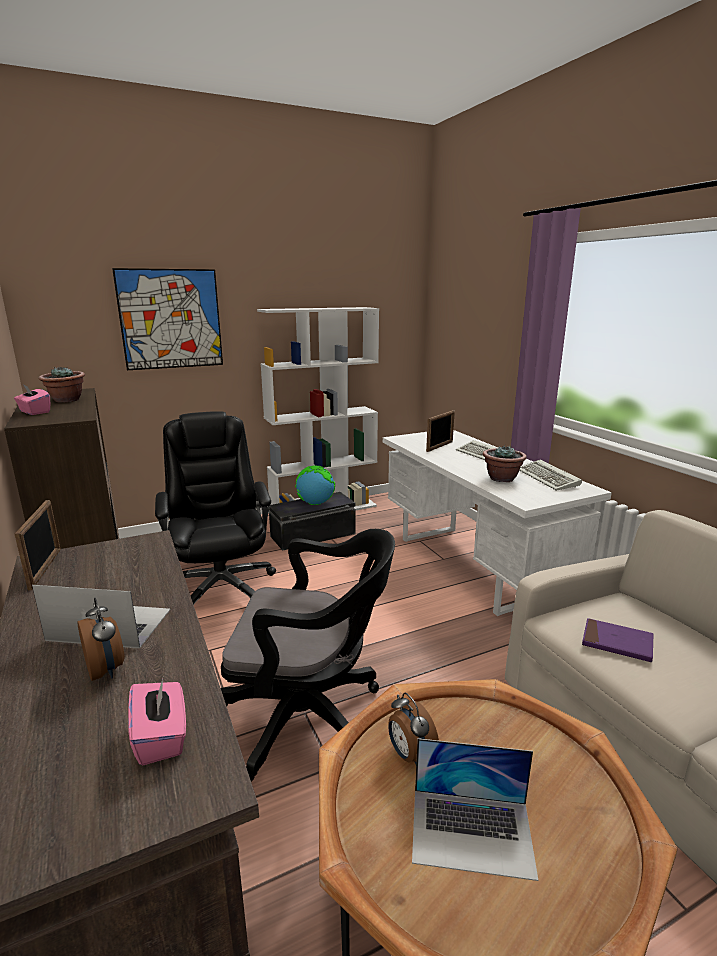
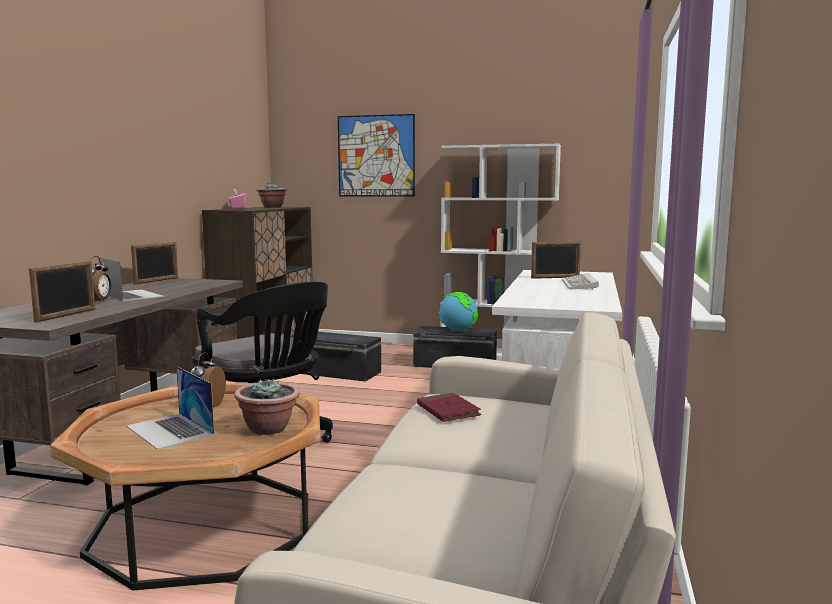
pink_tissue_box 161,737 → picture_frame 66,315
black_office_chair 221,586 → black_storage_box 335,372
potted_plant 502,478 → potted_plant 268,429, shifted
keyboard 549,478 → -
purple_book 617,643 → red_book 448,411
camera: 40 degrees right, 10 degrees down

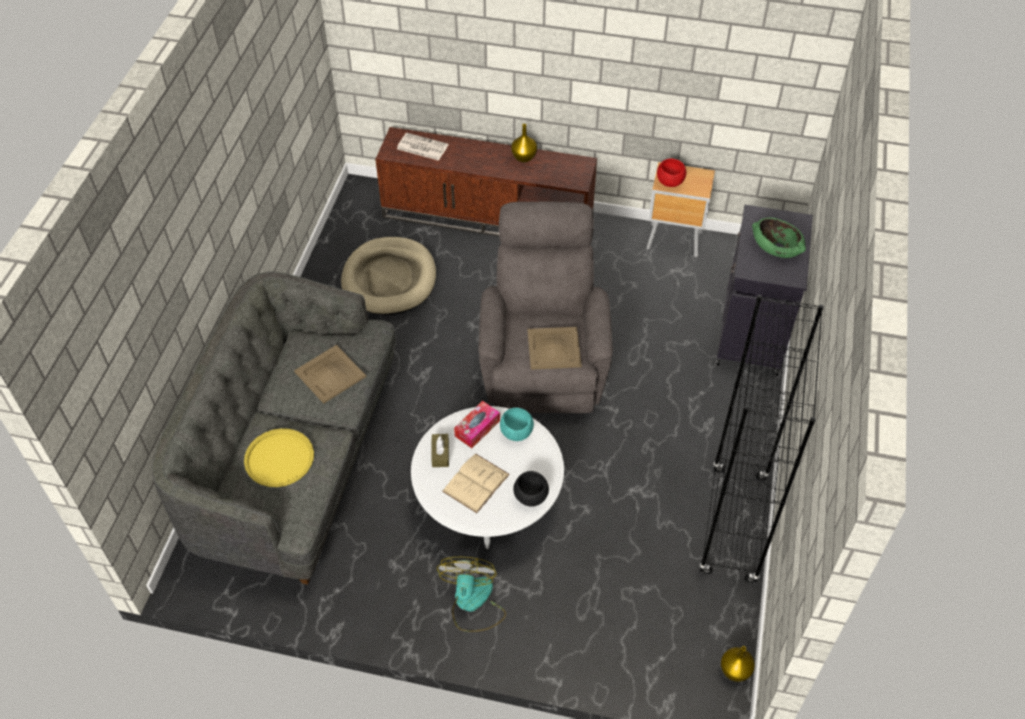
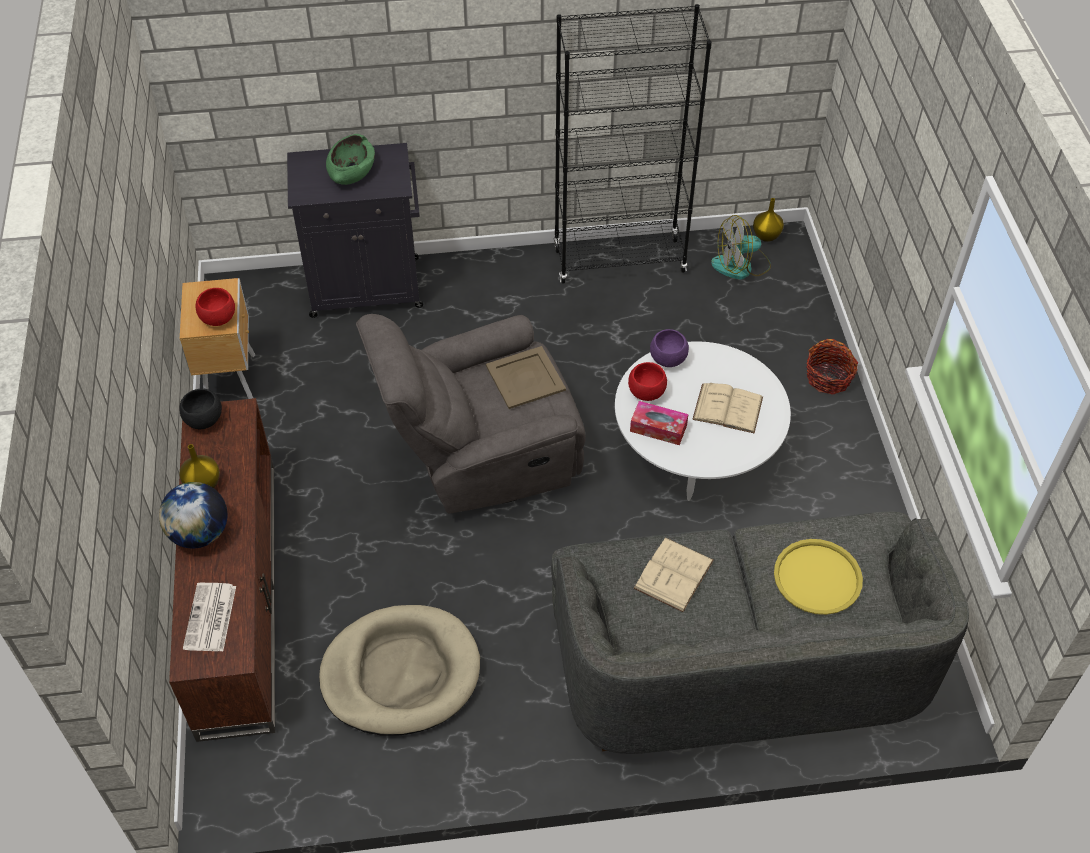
beige_tray 331,374 → beige_book 673,574
brown_tissue_box 440,454 → -
fan 472,603 → fan 741,265, shifted
turquoise_bowl 516,433 → red_bowl 646,393
black_bowl 531,497 → black_bowl 204,420, shifted
- → globe 199,533
- → purple_bowl 667,359
- → basket 828,378
camera: 110 degrees left, 0 degrees up

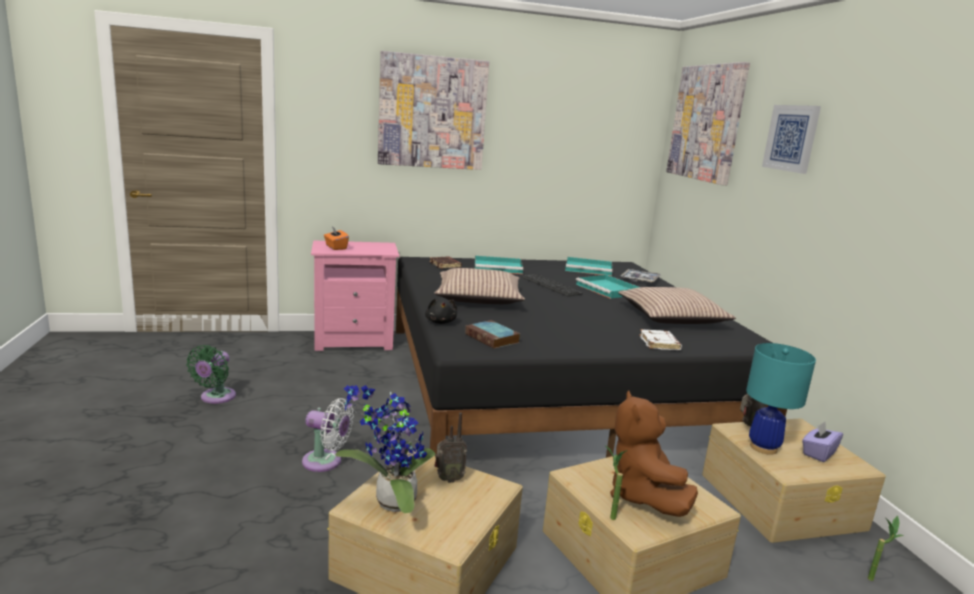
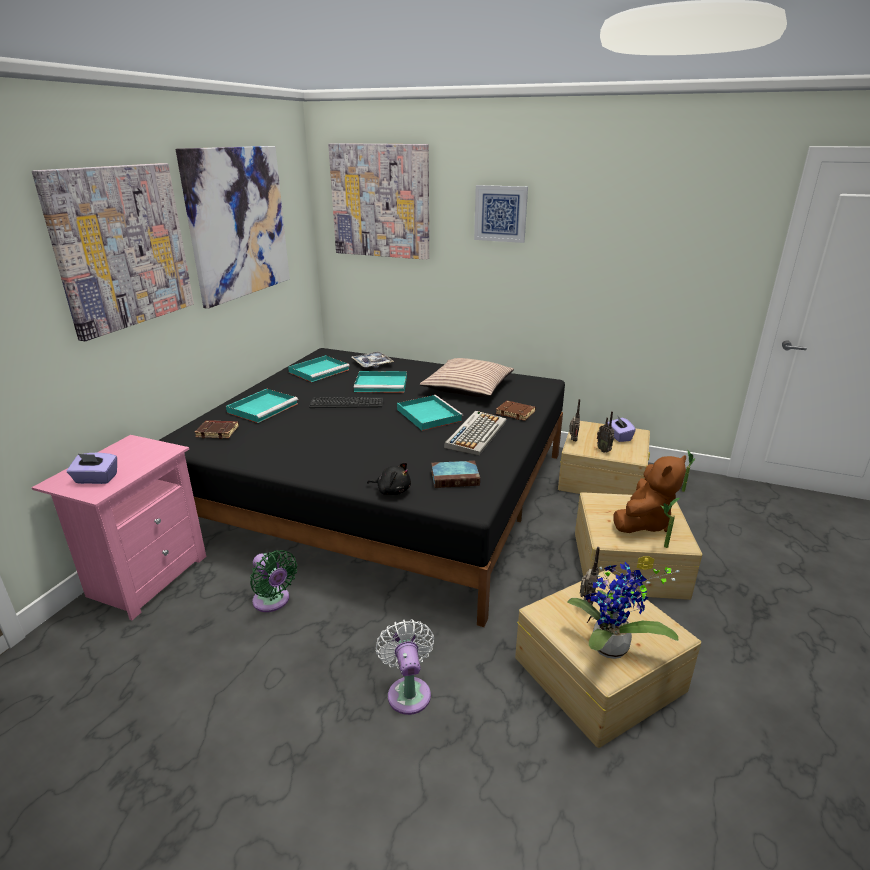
green_fan 215,398 → green_fan 273,601, shifted
white_fan 326,462 → white_fan 408,691, 60 degrees counterclockwise
orange_tissue_box 335,247 → purple_tissue_box 96,479
pillow 478,298 → -
brown_plush_toy 642,496 → brown_plush_toy 643,522, 75 degrees counterclockwise
white_book 660,343 → brown_book 516,413
turquoise_table_lamp 763,447 → radio 604,450
- → picture 238,223
- → turquoise_tray 427,415
- → keyboard 476,433
camera: 55 degrees left, 10 degrees up

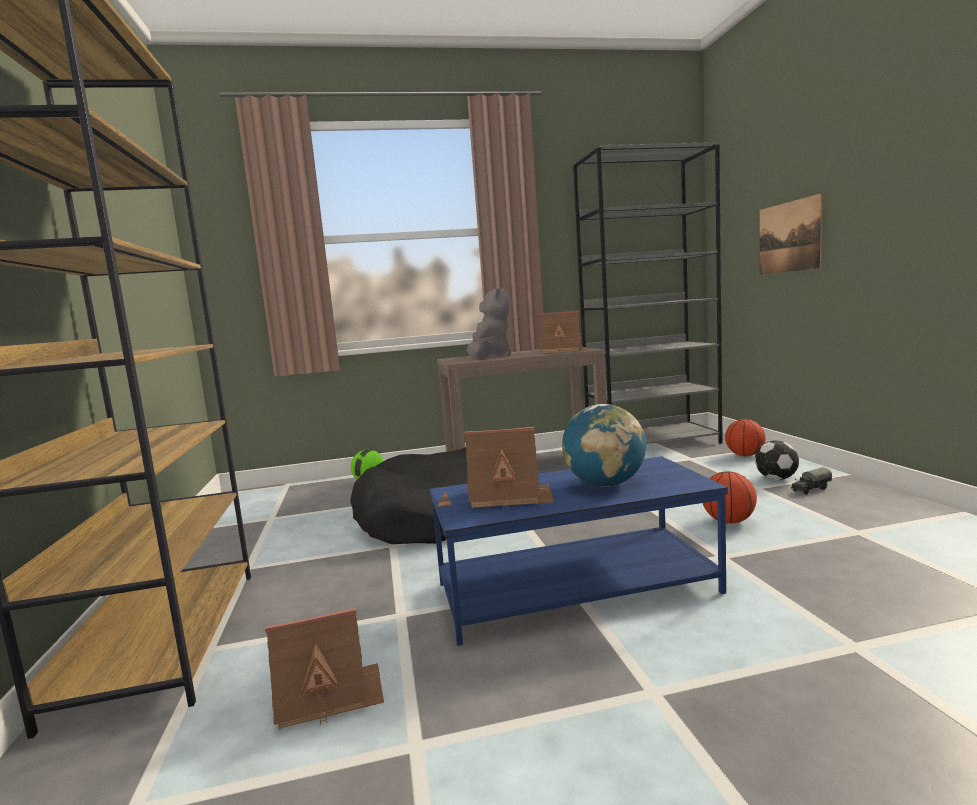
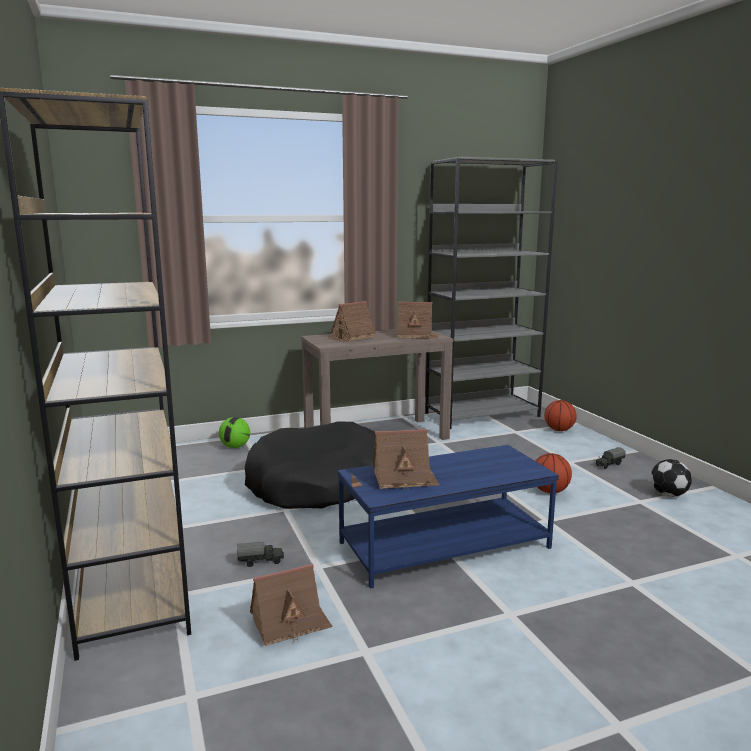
grey_plush_toy 489,356 → toy_house 351,337
globe 605,484 → -
football 775,478 → football 668,494, shifted
picture 789,237 → -
- → toy_truck 261,561
camera: 10 degrees left, 5 degrees up

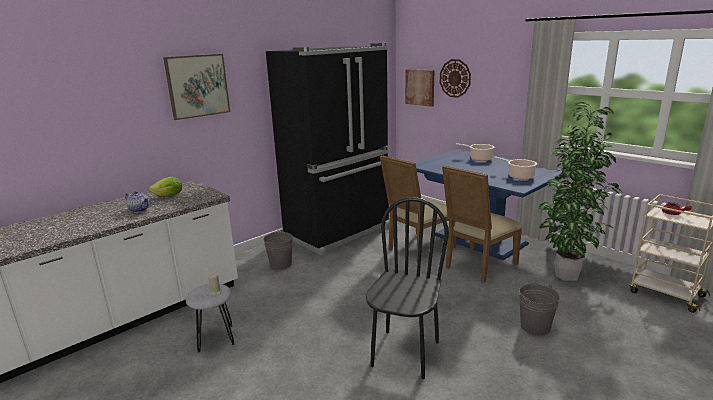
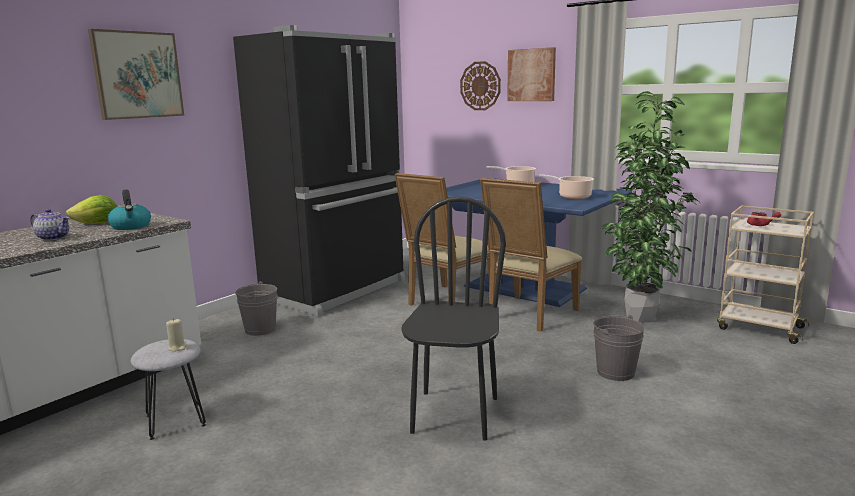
picture 420,87 → picture 531,75, shifted
- → kettle 131,226
camera: 10 degrees left, 5 degrees down

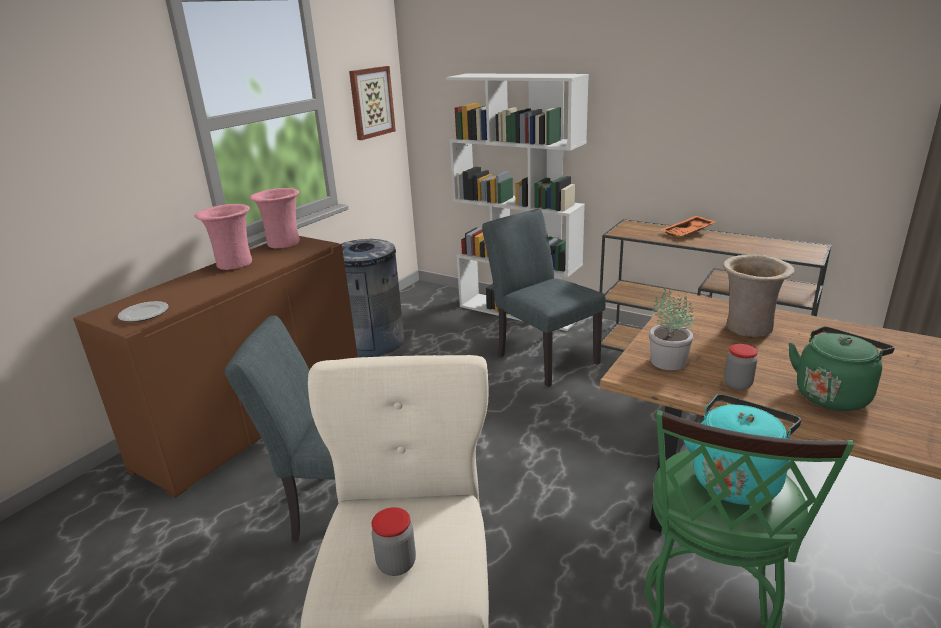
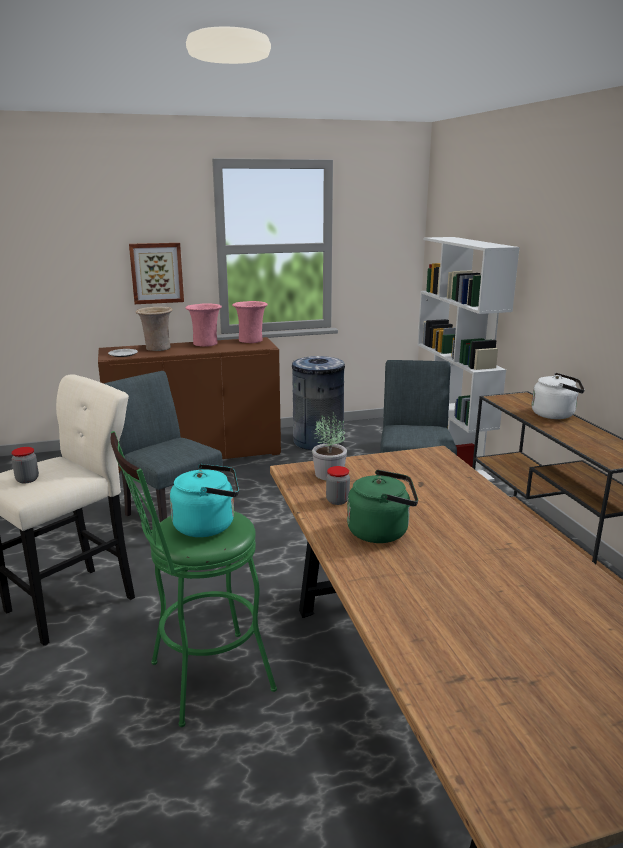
picture 371,102 → picture 156,273, shifted
orange_tray 688,232 → white_kettle 555,414
beige_vase 748,329 → beige_vase 157,349, shifted
camera: 40 degrees right, 5 degrees down

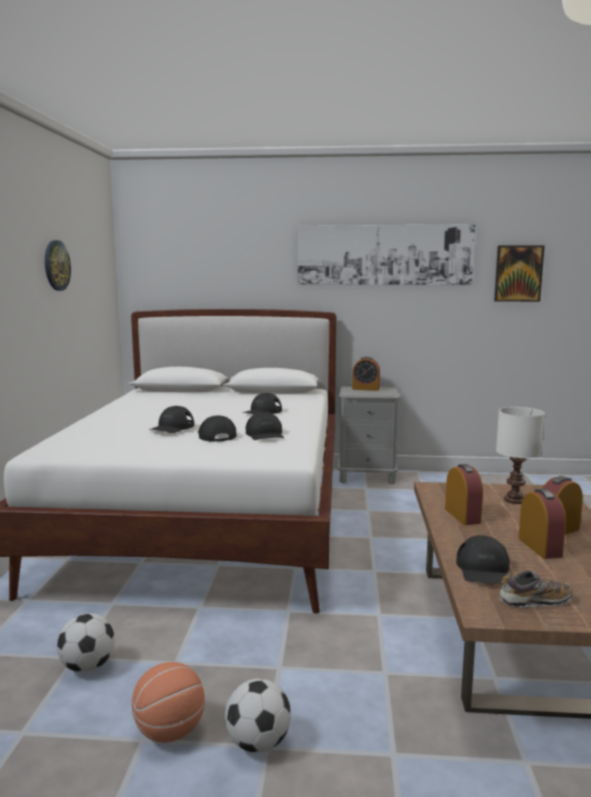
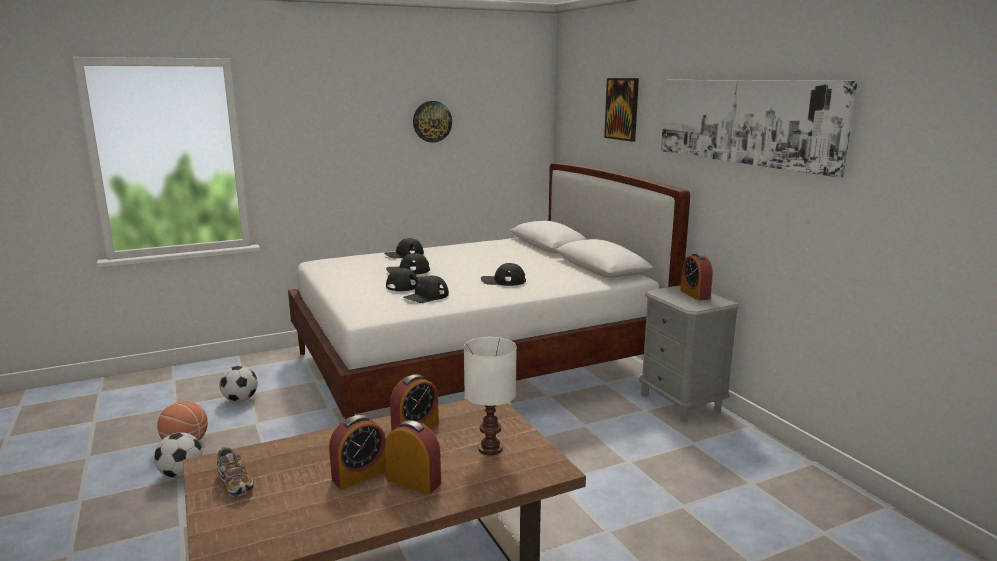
black_cap 483,570 → black_cap 404,254, shifted
picture 518,273 → picture 622,109, shifted
camera: 60 degrees right, 5 degrees up

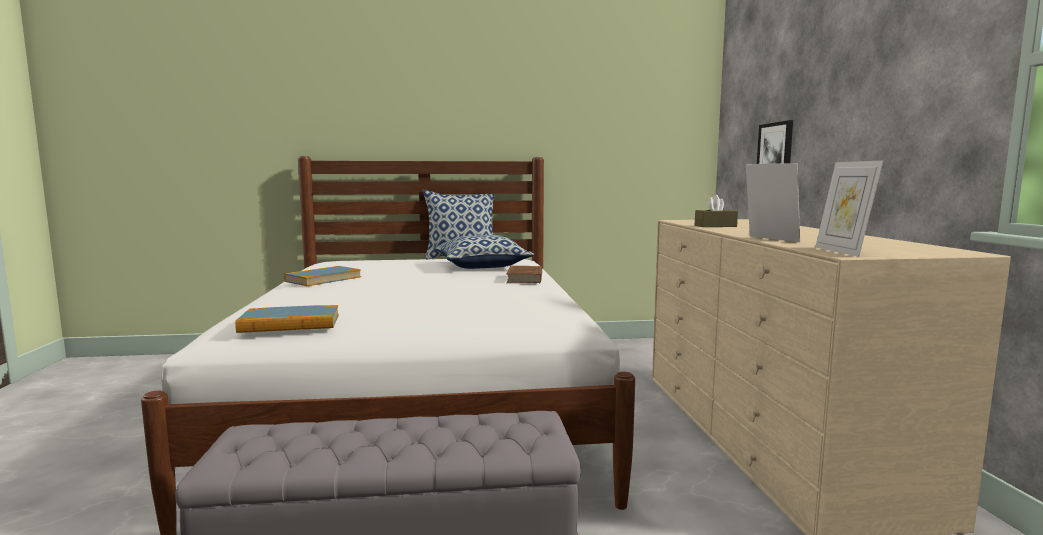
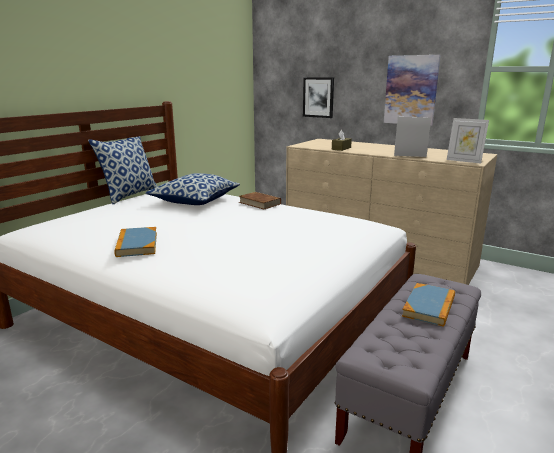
book 290,323 → book 429,306, shifted
- → picture 411,90
camera: 50 degrees left, 10 degrees up

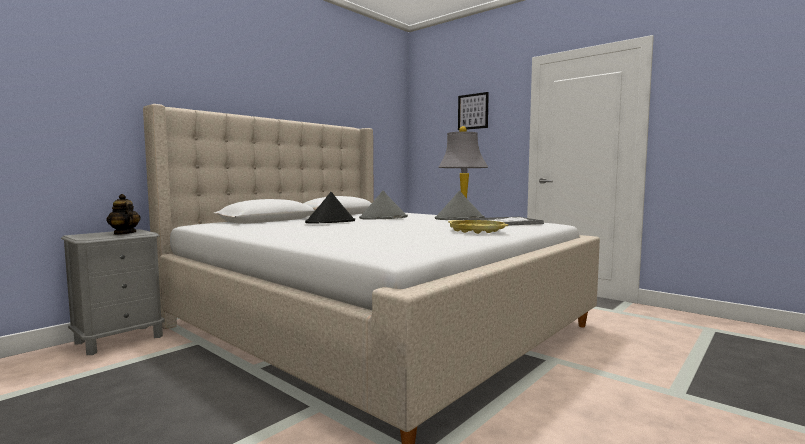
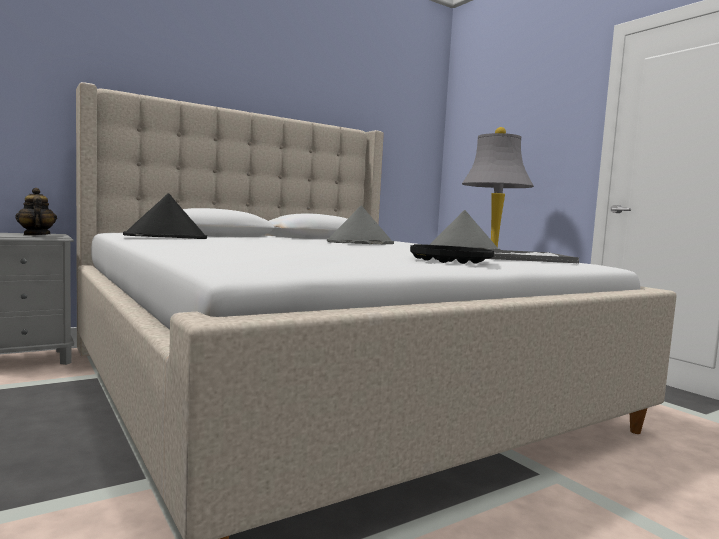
black_hat 331,222 → black_hat 166,237, shifted
yellow_tray 477,231 → black_tray 450,260
picture 473,111 → -
camera: 15 degrees right, 0 degrees up

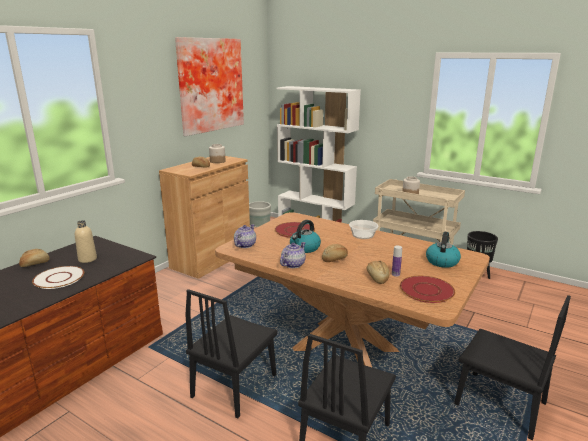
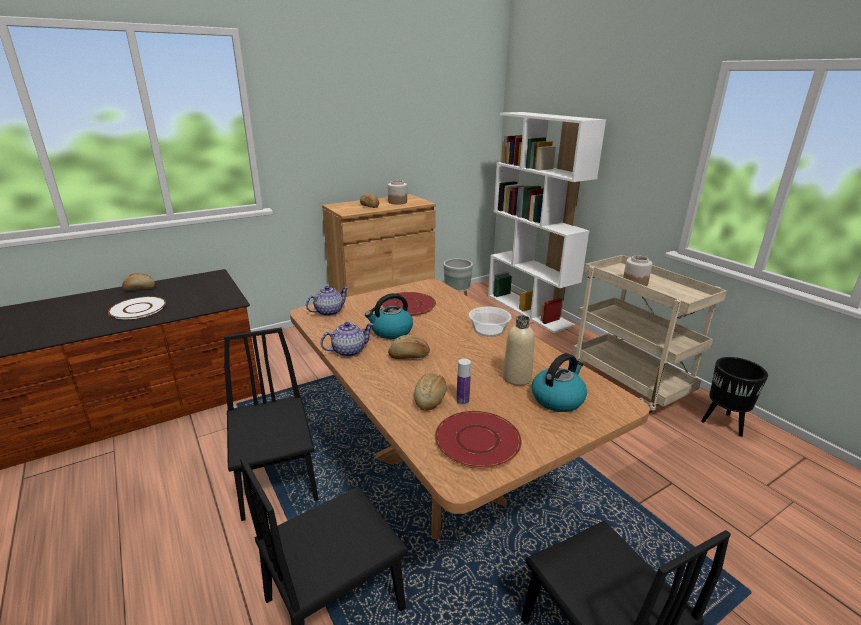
beige_bottle 87,259 → beige_bottle 516,378, shifted
picture 209,85 → -
black_chair 234,385 → black_chair 276,480, 105 degrees clockwise
camera: 25 degrees right, 5 degrees up

